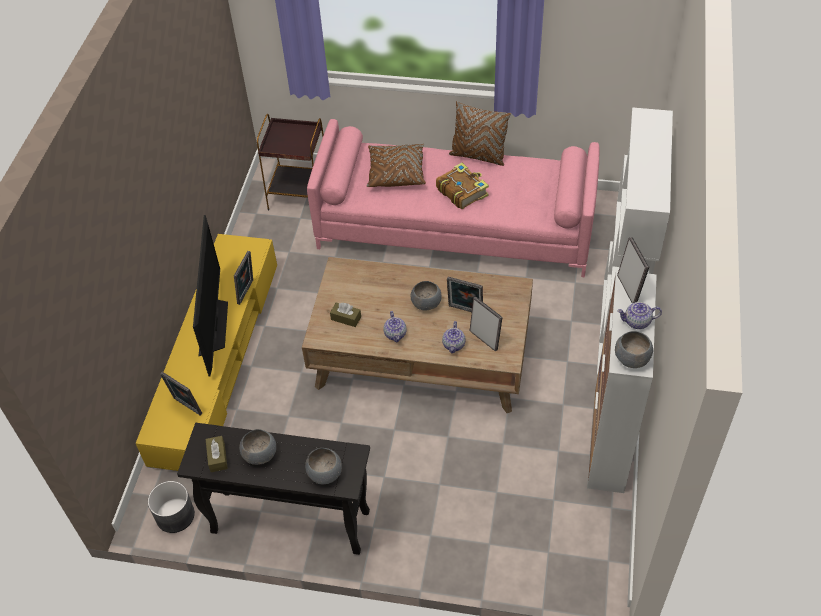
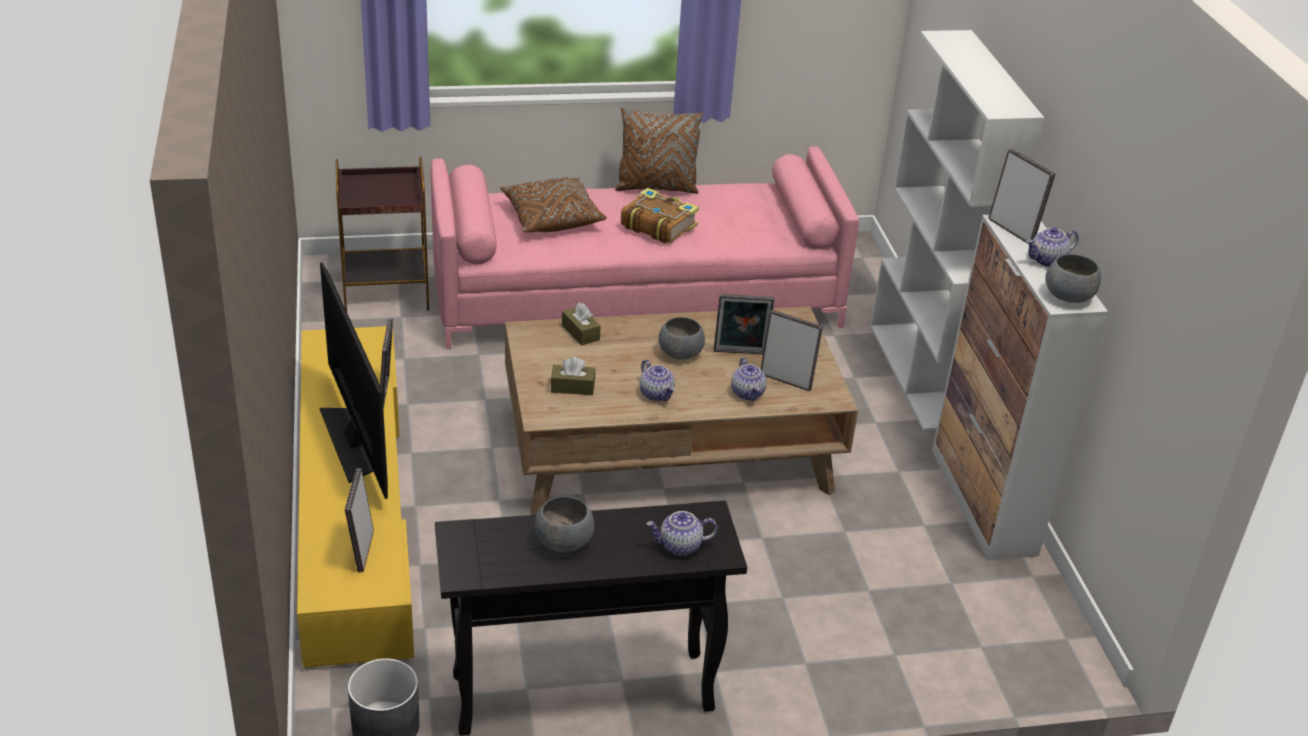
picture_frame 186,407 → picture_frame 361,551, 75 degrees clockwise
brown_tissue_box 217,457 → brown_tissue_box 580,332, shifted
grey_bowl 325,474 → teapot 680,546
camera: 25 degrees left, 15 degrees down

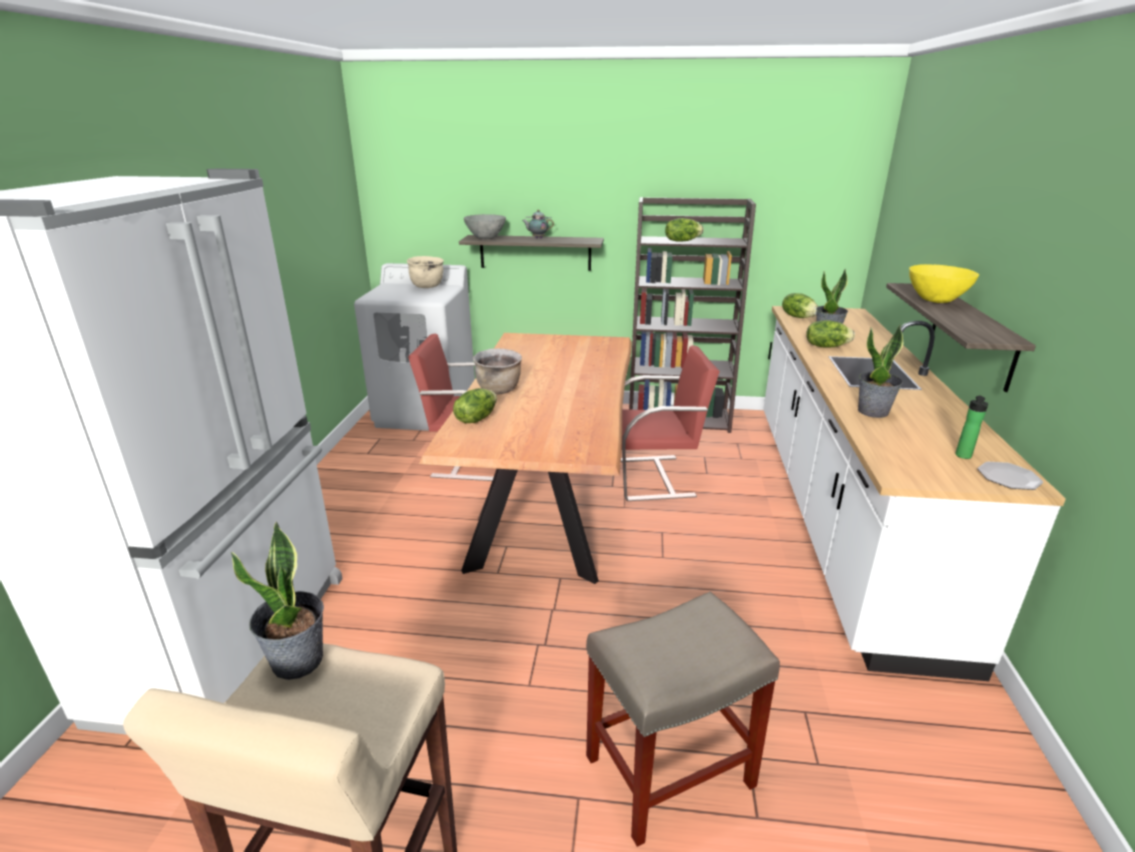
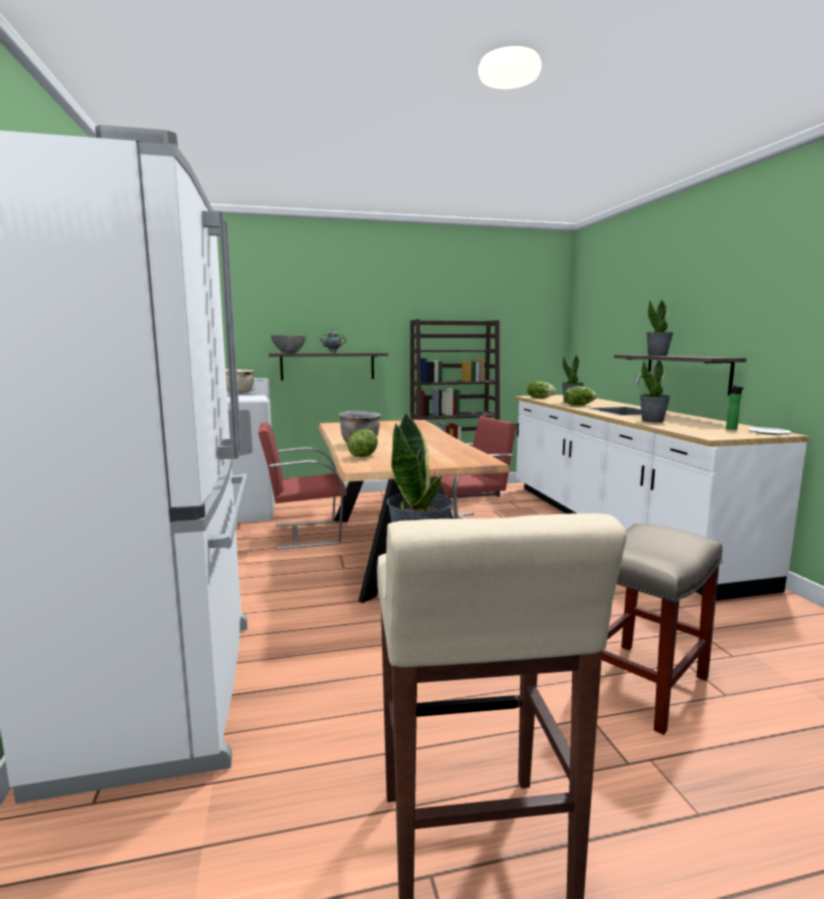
lettuce 682,241 → -
yellow_bowl 935,301 → potted_plant 657,355
camera: 20 degrees left, 15 degrees down

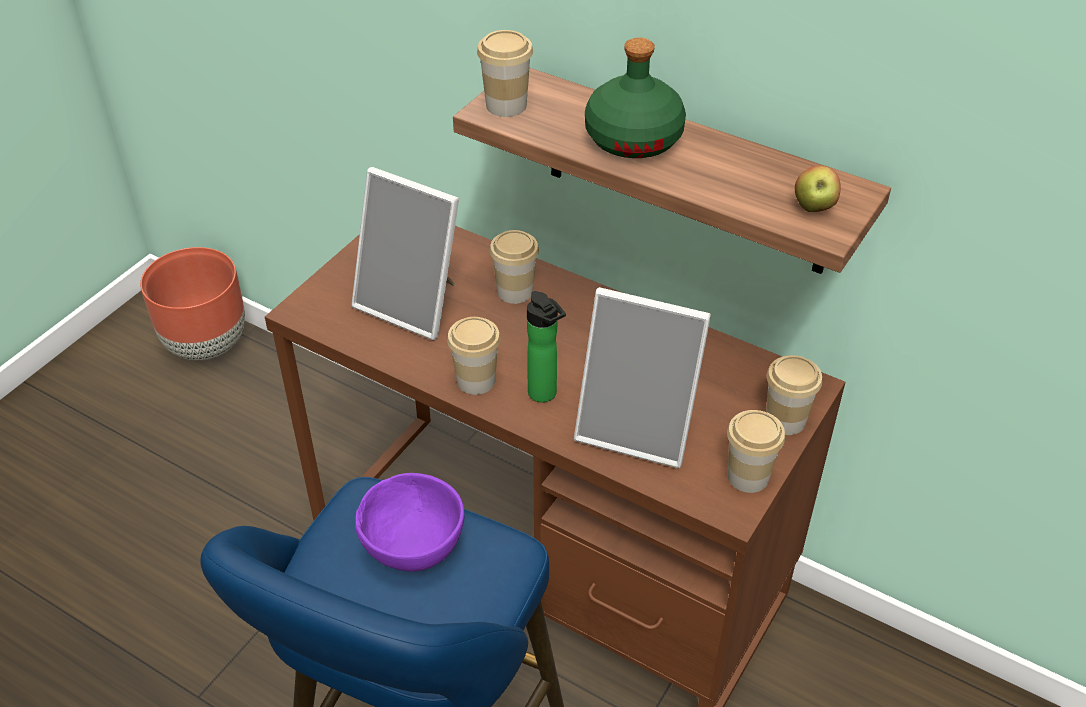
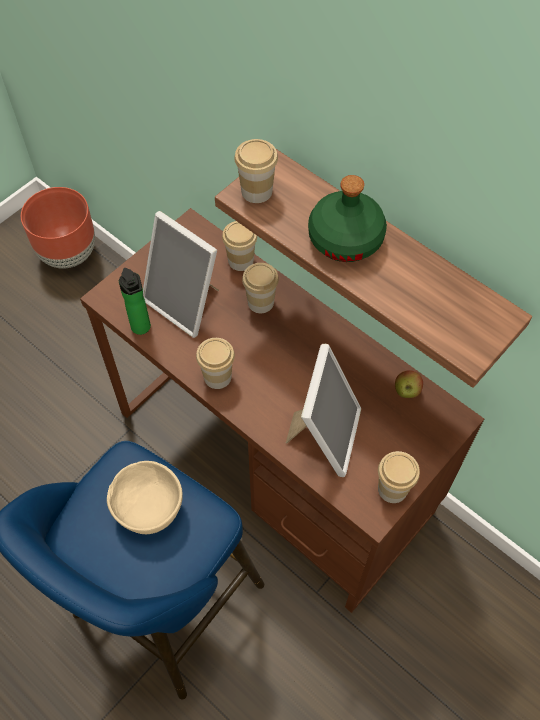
purple_bowl 413,546 → beige_bowl 149,507
bottle 545,395 → bottle 142,329, shifted
picture_frame 638,427 → picture_frame 324,435, 105 degrees counterclockwise
cup 785,420 → cup 240,260, shifted
apple 814,207 → apple 406,391, shifted
camera: 10 degrees right, 15 degrees up

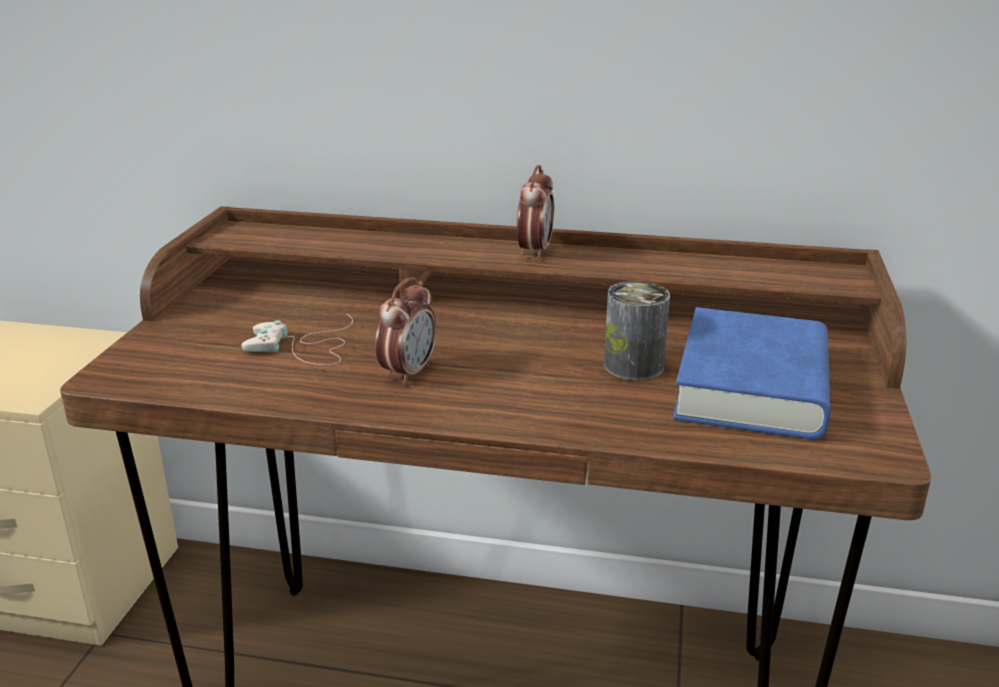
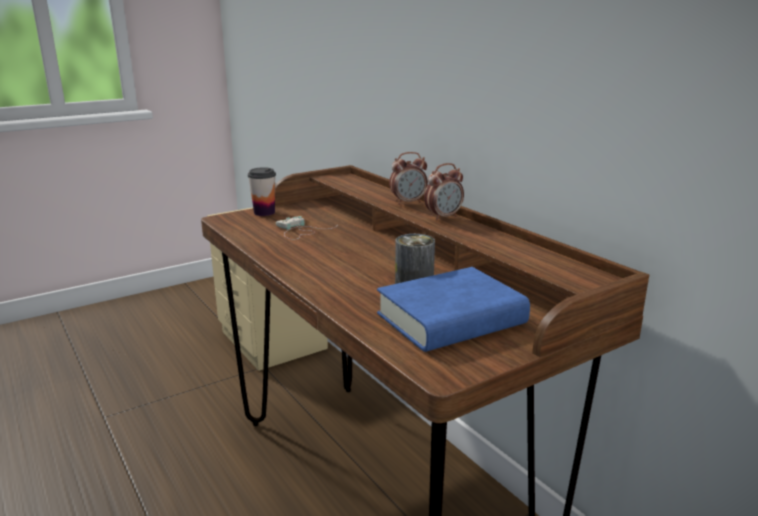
alarm_clock 408,373 → alarm_clock 408,202, shifted
- → cup 264,212
camera: 45 degrees right, 5 degrees down

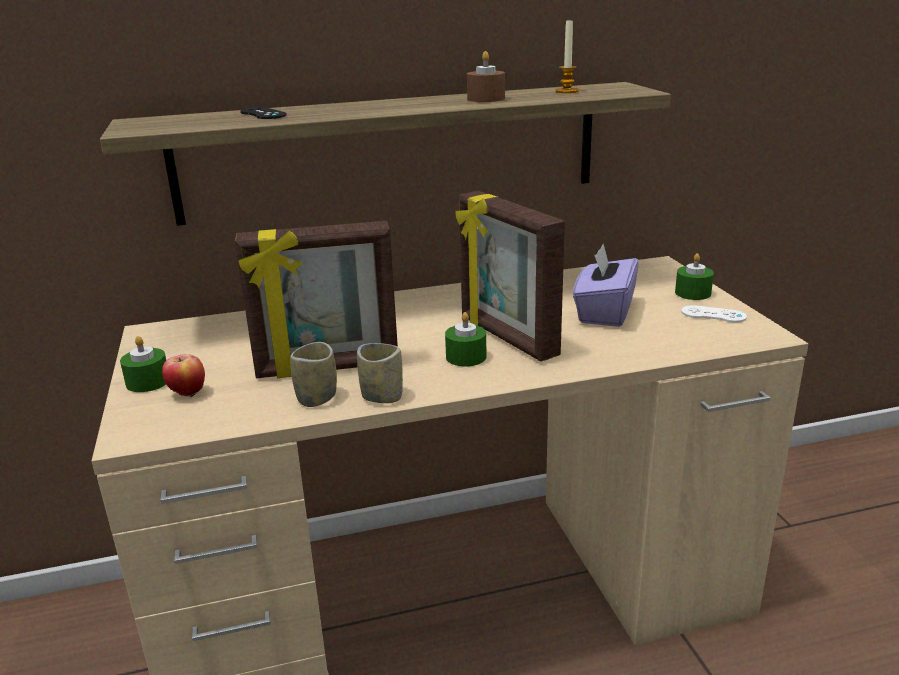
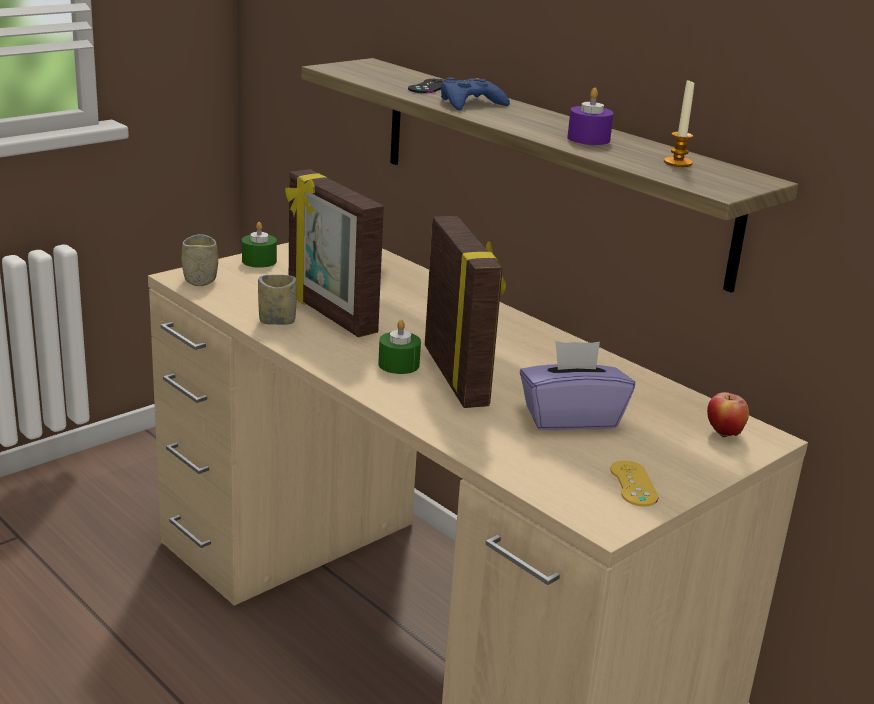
apple 187,394 → apple 723,433, shifted
cup 382,397 → cup 200,280, shifted
picture_frame 506,337 → picture_frame 457,376, 135 degrees clockwise
brown_candle 486,99 → purple_candle 588,139
green_candle 693,293 → -
white_game_controller 713,314 → yellow_game_controller 633,484
- → blue_game_controller 470,103
camera: 60 degrees right, 0 degrees up

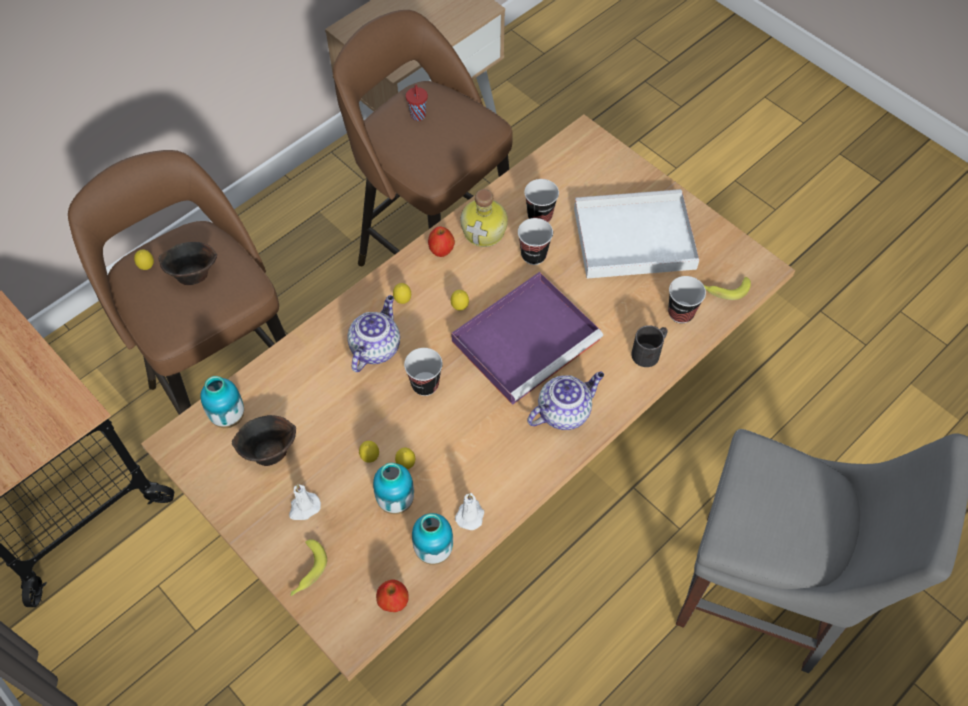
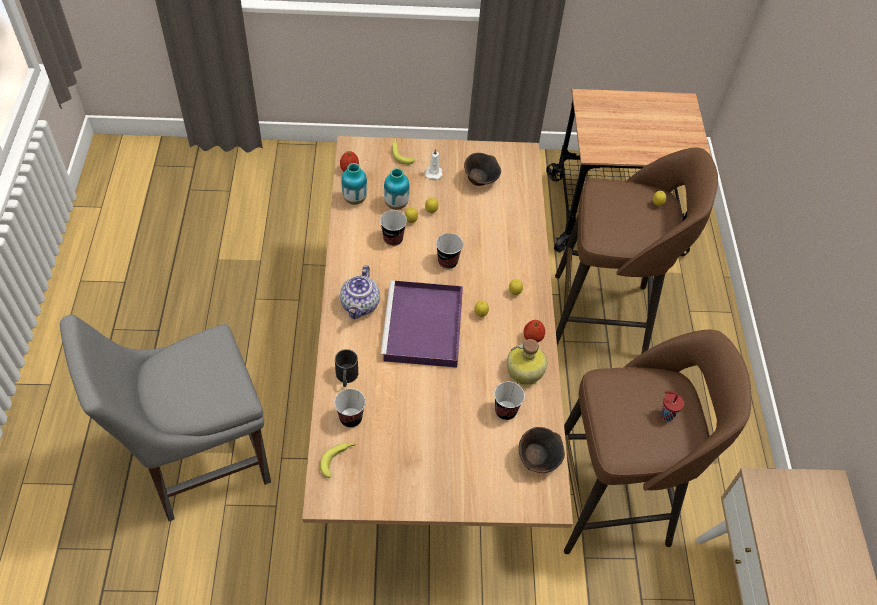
brown_bowl 192,274 → brown_bowl 538,459, shifted
vase 228,417 → -
teapot 375,347 → -
white_candle 470,514 → -
cup 533,255 → cup 393,239, shifted
white_tray 631,239 → -
camera: 130 degrees right, 5 degrees down

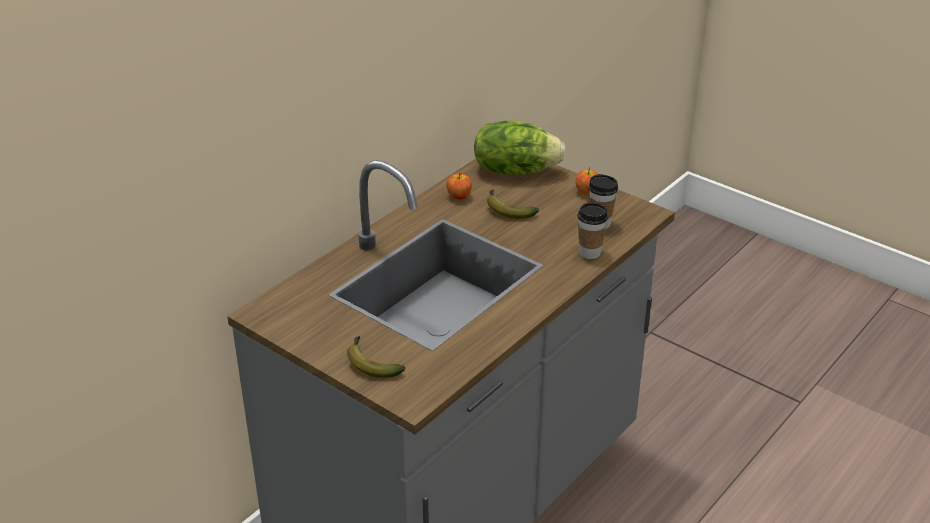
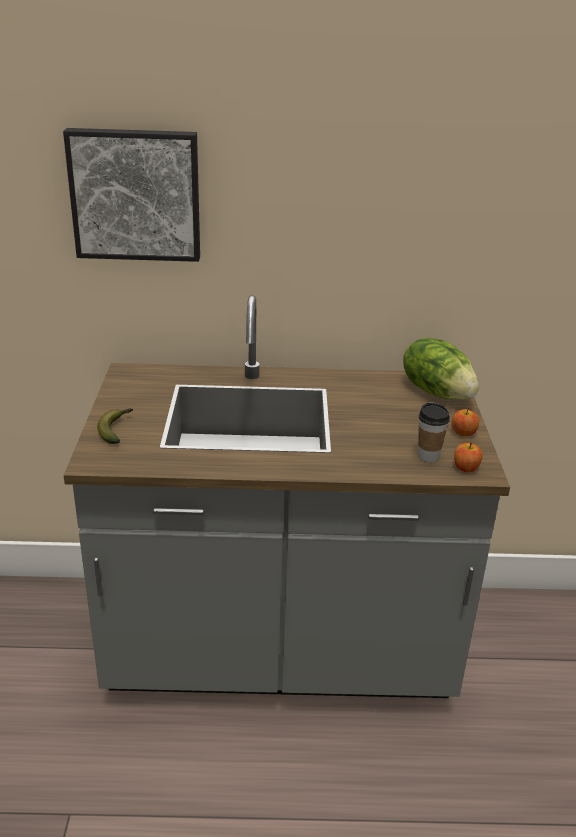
apple 459,196 → apple 466,468, shifted
banana 507,209 → -
cup 589,253 → -
- → picture 136,194
camera: 50 degrees right, 5 degrees down

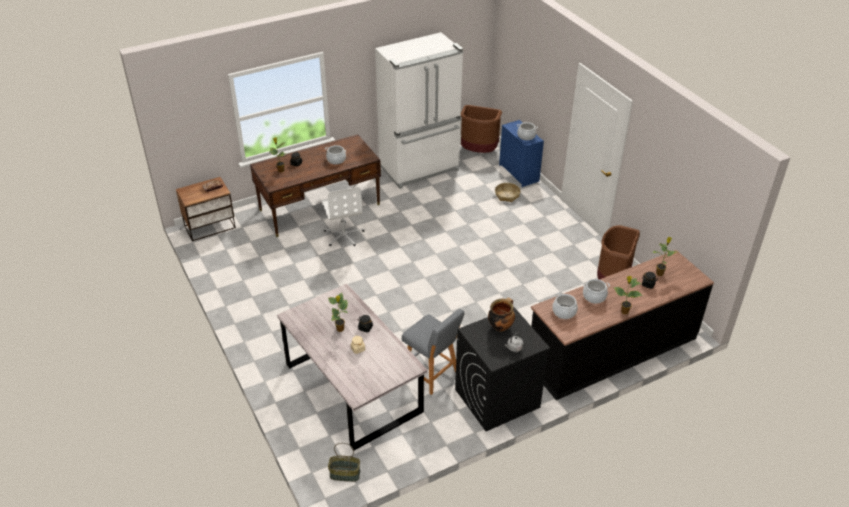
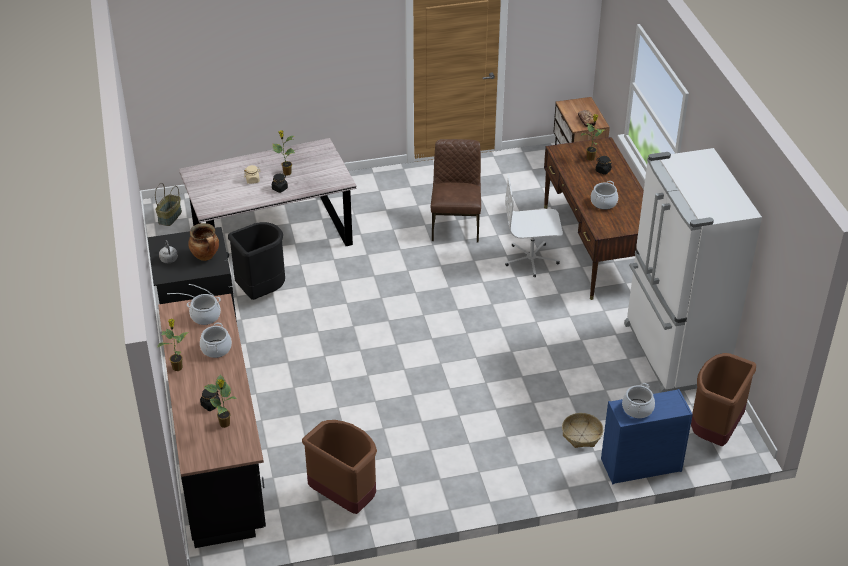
grey_stool 432,374 → black_trash_can 261,292
- → brown_chair 456,225
camera: 105 degrees right, 0 degrees up

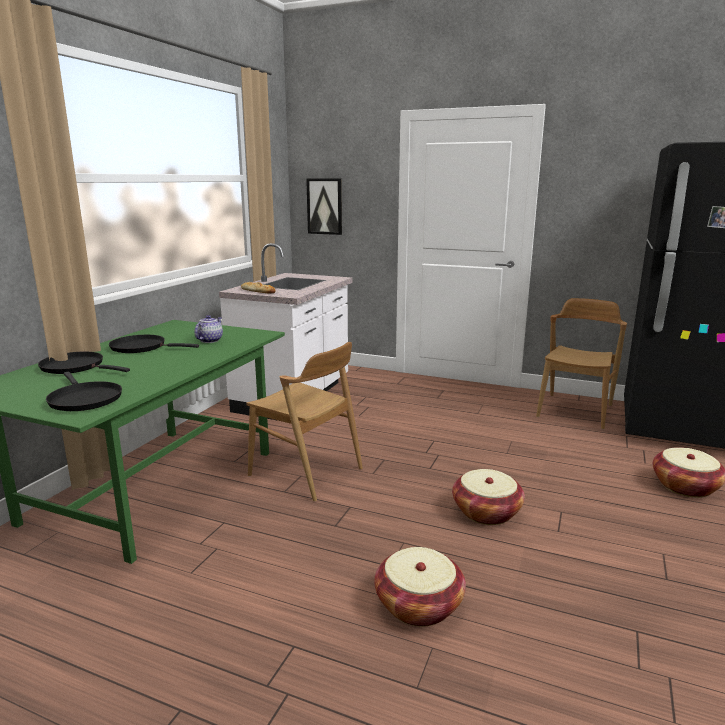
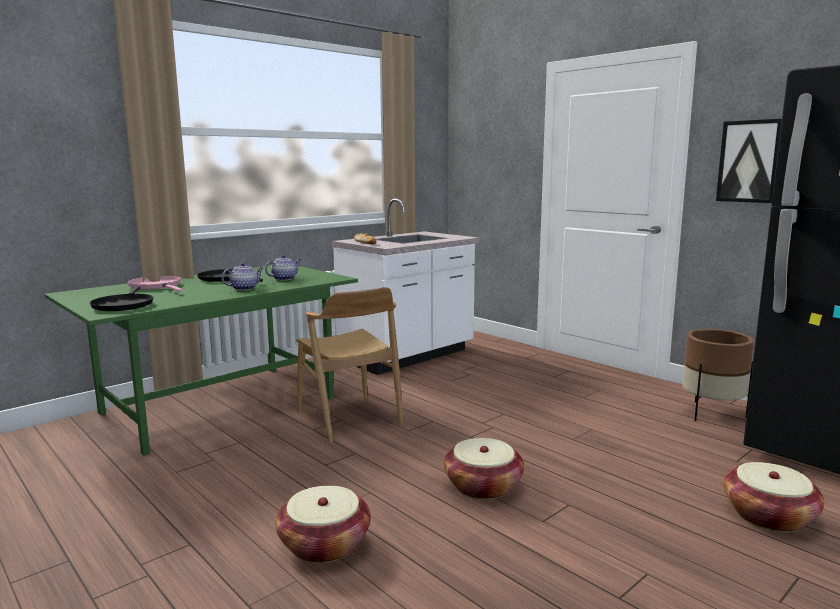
black_frying_pan 76,367 → pink_frying_pan 157,286
picture 325,206 → picture 749,161, shifted
brown_chair 575,411 → brown_planter 712,413
- → teapot 244,288
camera: 25 degrees right, 5 degrees down

